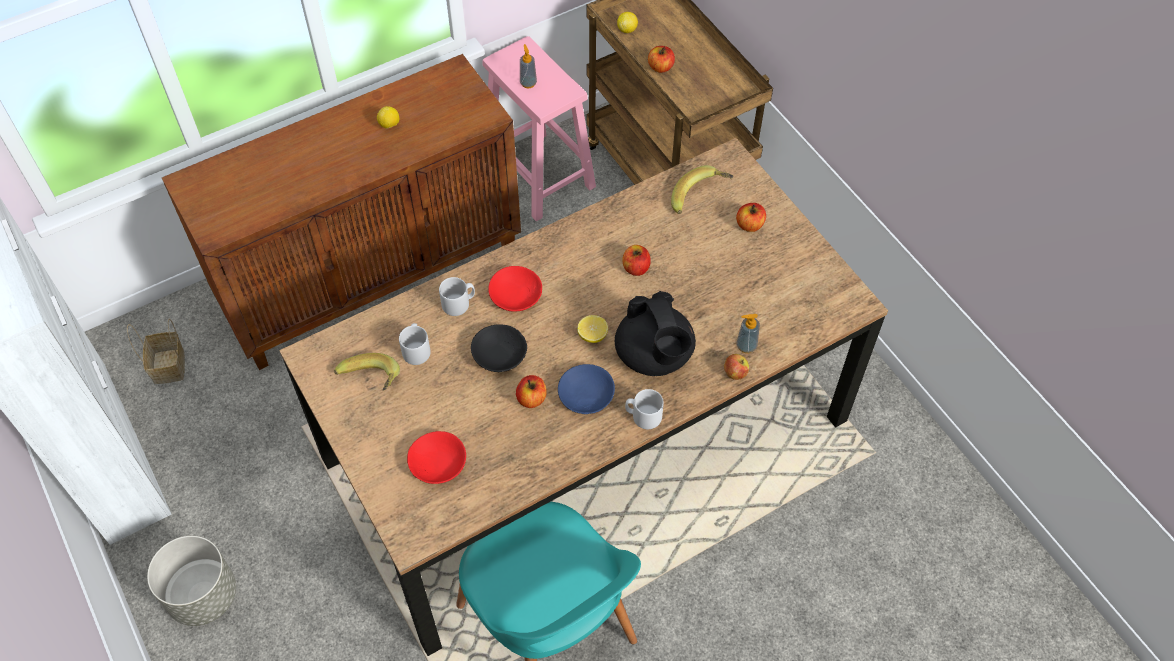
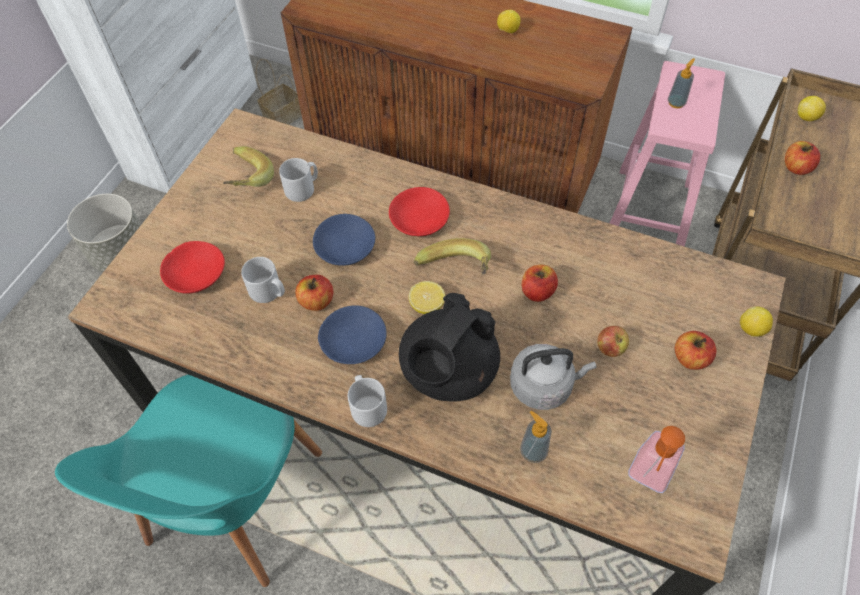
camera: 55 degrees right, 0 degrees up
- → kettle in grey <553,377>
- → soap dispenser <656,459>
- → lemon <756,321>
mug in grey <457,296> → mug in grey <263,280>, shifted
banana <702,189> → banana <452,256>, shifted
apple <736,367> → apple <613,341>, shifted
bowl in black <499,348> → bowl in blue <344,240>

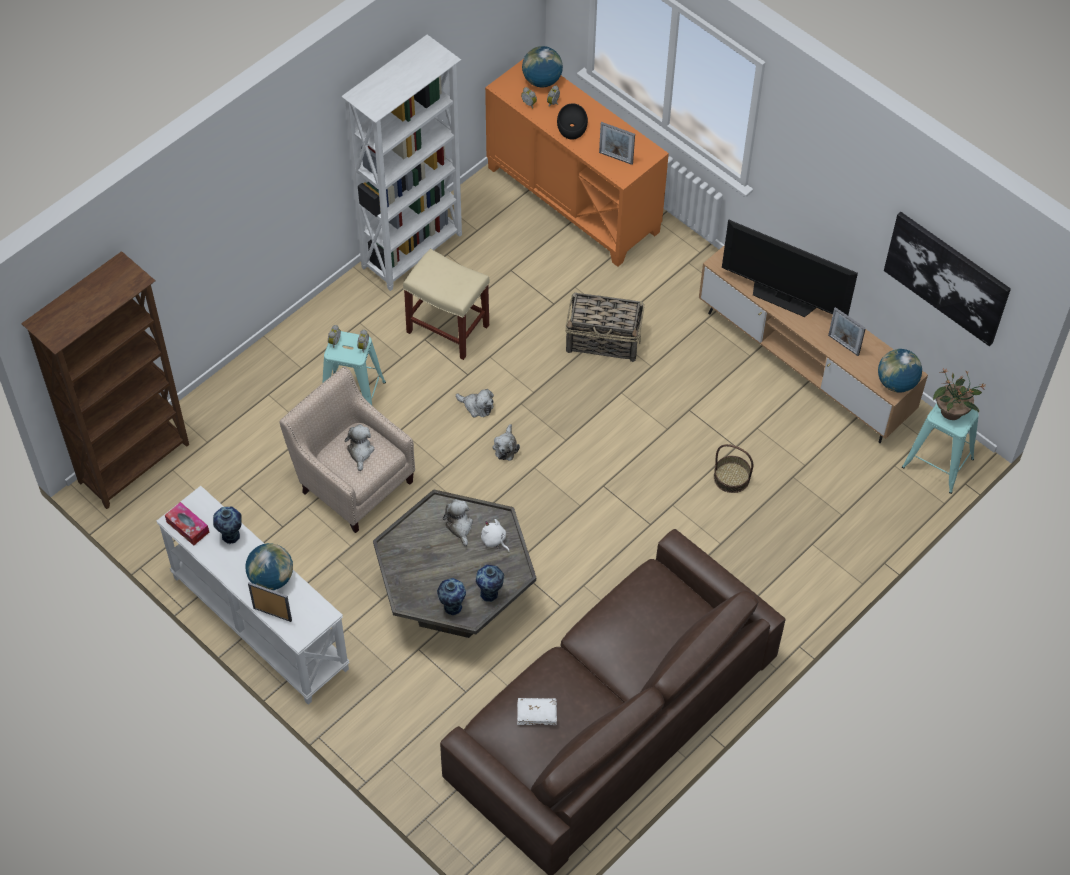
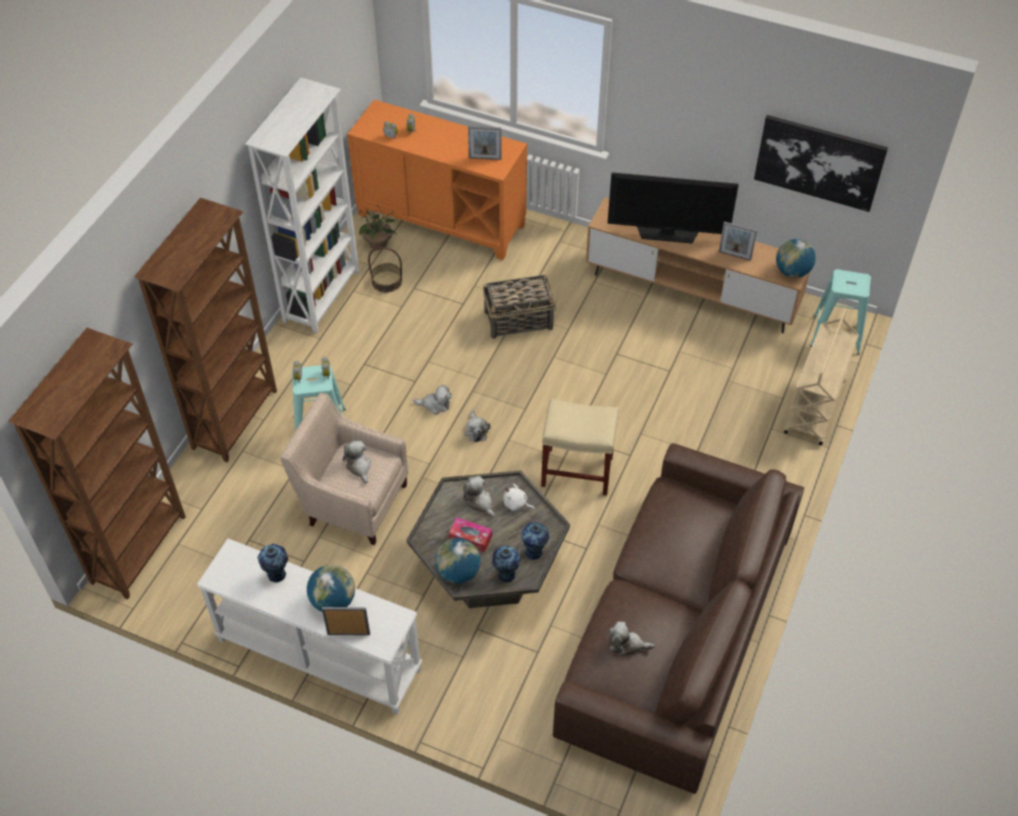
camera: 20 degrees left, 5 degrees down
bowl in black <572,121> → -
- → bookcase in brown <205,330>
- → cart in beige <821,377>
tissue box <187,523> → tissue box <470,534>, shifted
stool in beige <446,304> → stool in beige <580,447>, shifted
globe <542,66> → globe <458,561>, shifted
basket <733,468> → basket <385,270>, shifted
potted plant <959,394> → potted plant <378,227>, shifted
book in white <537,711> → plush toy <631,639>

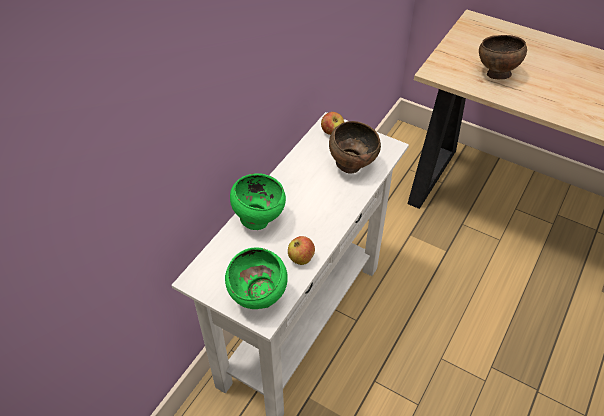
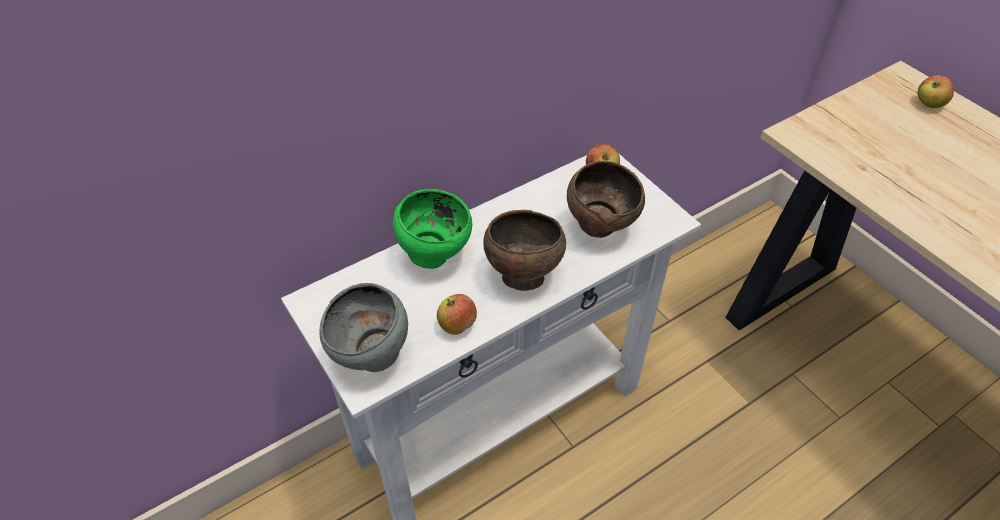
camera: 25 degrees right, 0 degrees up
- → apple <935,91>
bowl in brown <503,57> → bowl in brown <524,250>, shifted
bowl in green <256,278> → bowl in grey <363,327>

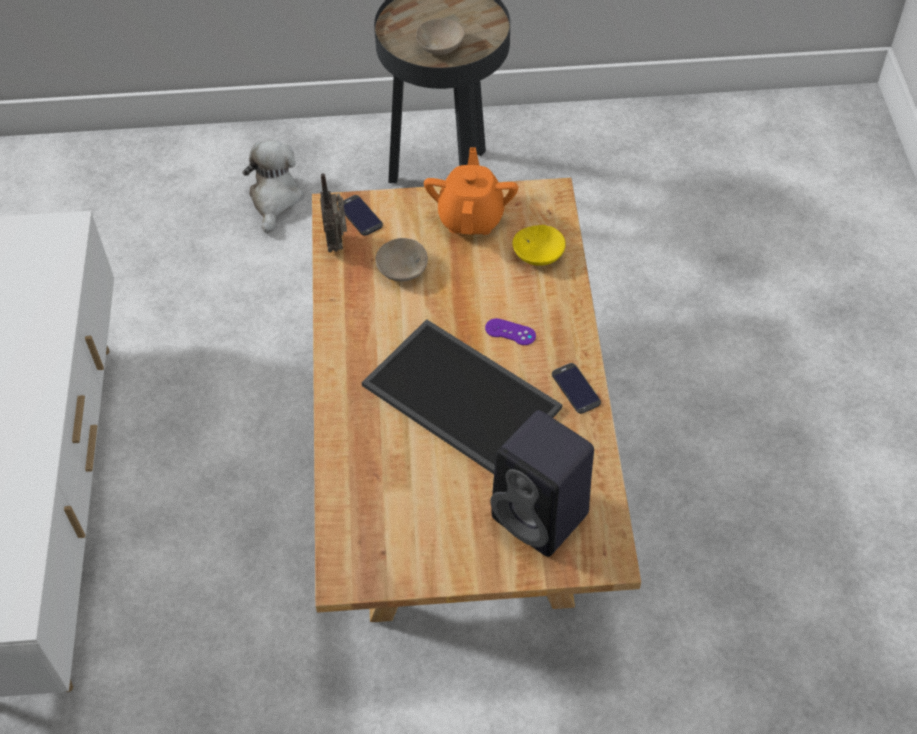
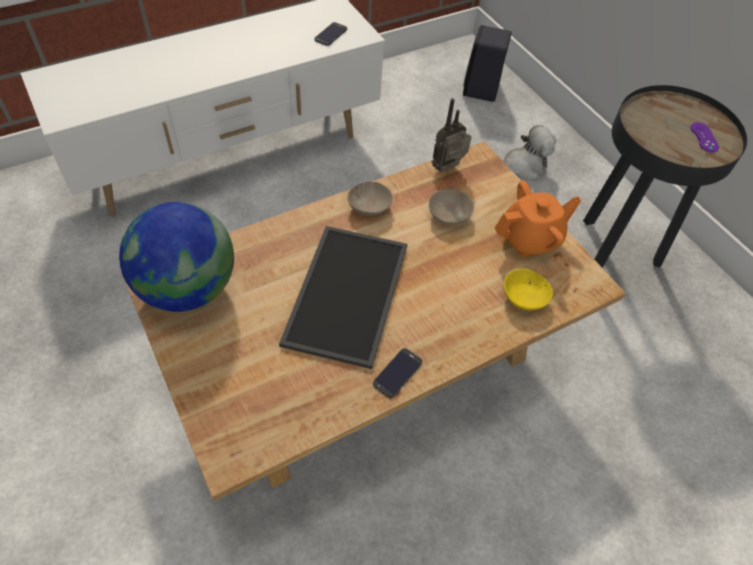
camera: 60 degrees right, 0 degrees up
- → globe <176,257>
phone <363,215> → phone <330,34>, shifted
bowl in beige <440,36> → bowl in beige <369,198>, shifted
game controller in purple <510,331> → game controller in purple <704,137>, shifted
speaker in black <542,483> → speaker in black <487,63>, shifted

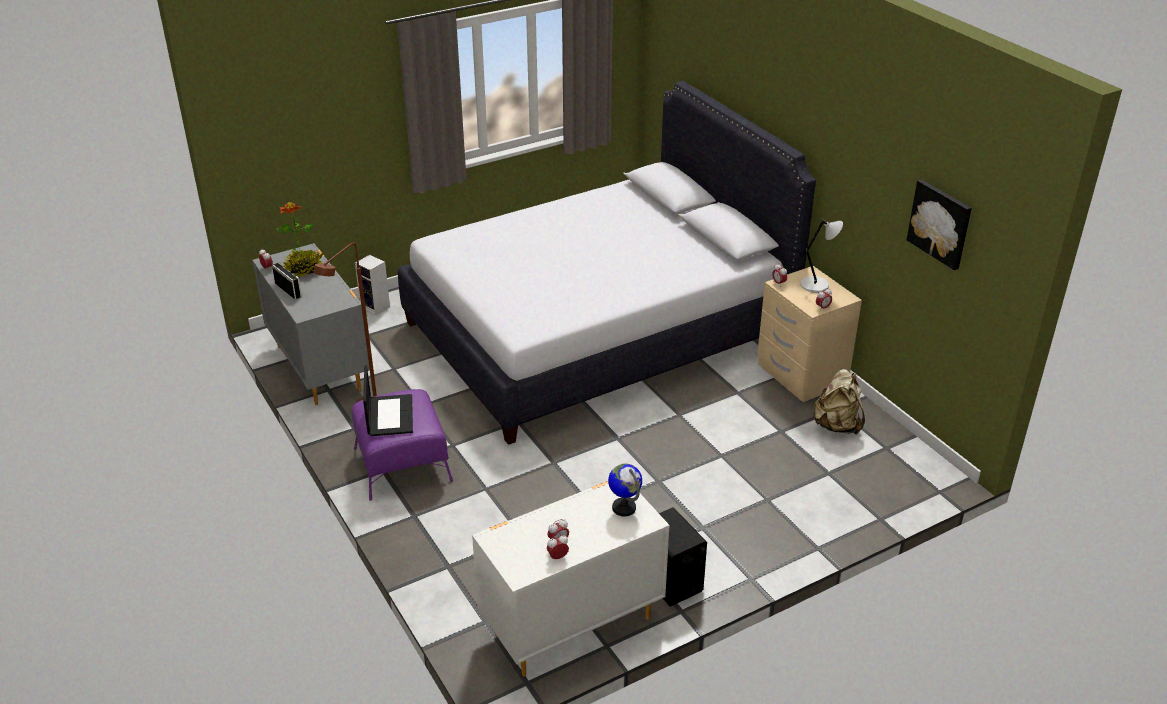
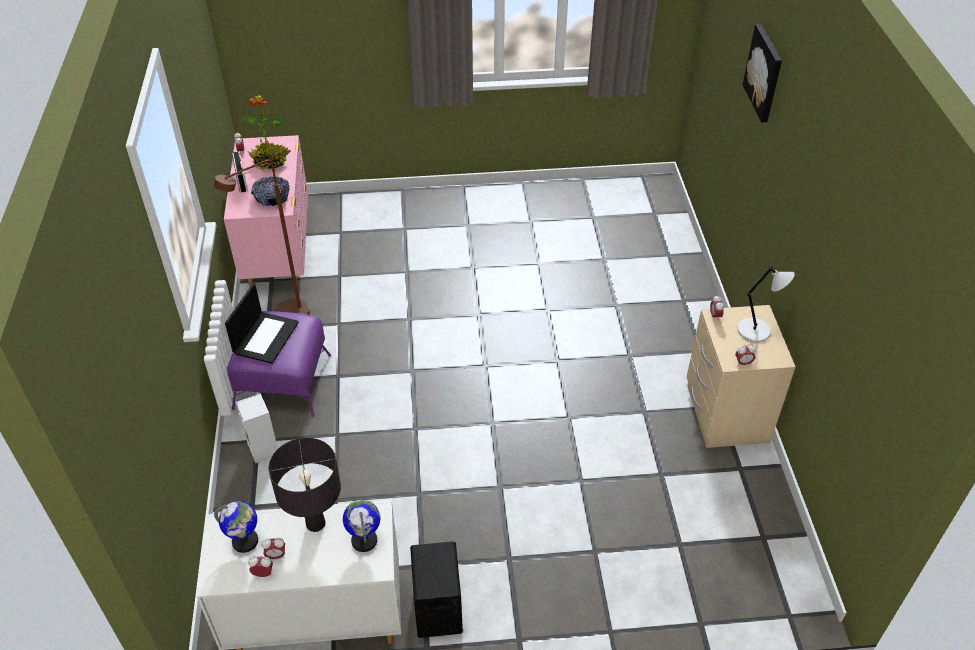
camera: 25 degrees right, 10 degrees up
bed in white <607,263> → -
backpack in beige <838,401> → -
- → globe <236,527>
- → bowl <270,191>
- → table lamp in black <305,485>
speaker <372,285> → speaker <257,428>, shifted
picture <939,224> → picture <762,73>, shifted
dresser in grey <311,324> → dresser in pink <266,211>

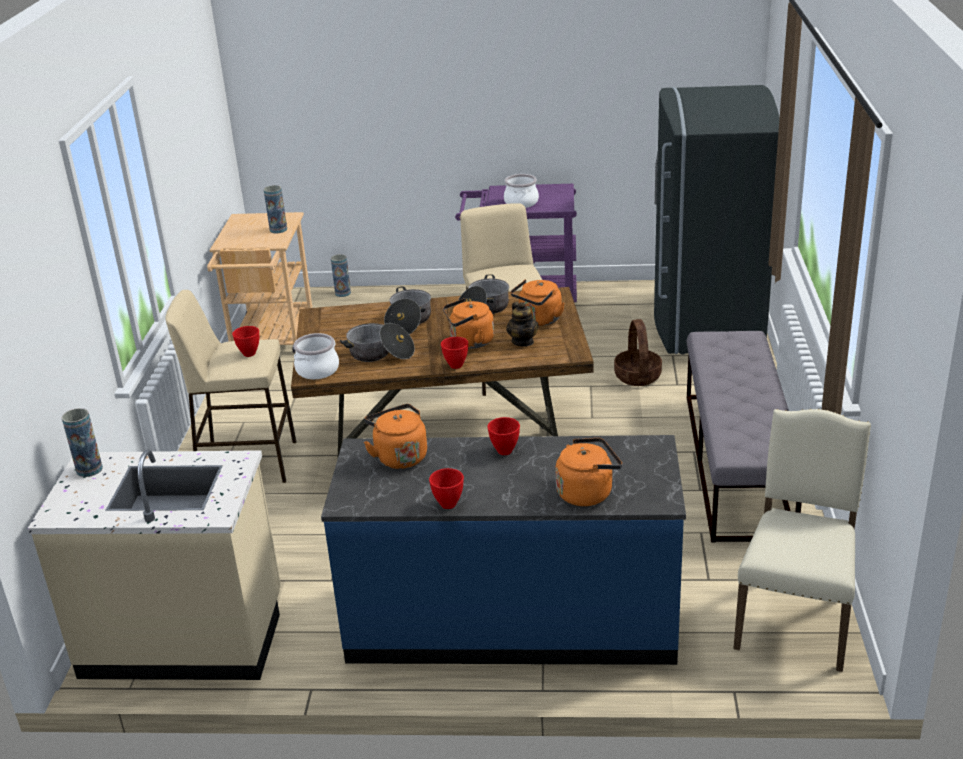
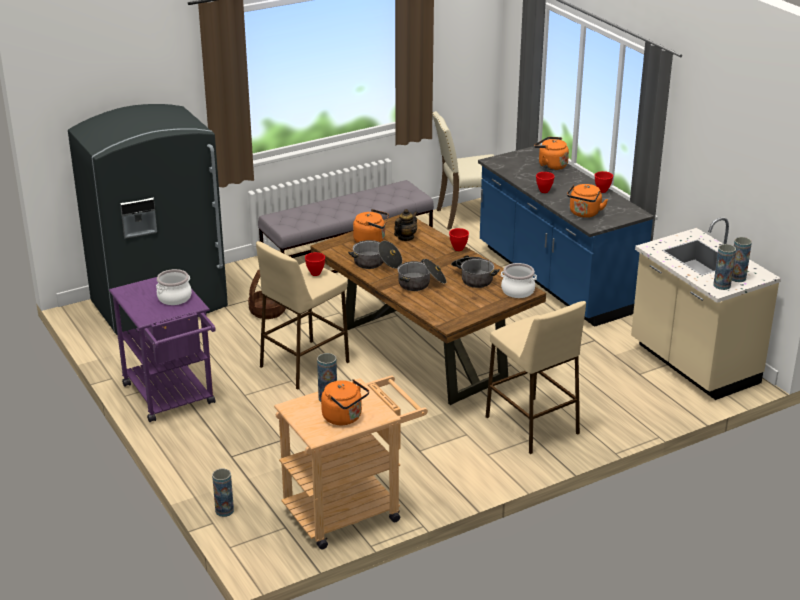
camera: 125 degrees left, 0 degrees up
- → vase <742,259>
bowl in red <245,341> → bowl in red <315,264>, shifted
kettle in orange <468,323> → kettle in orange <345,402>, shifted

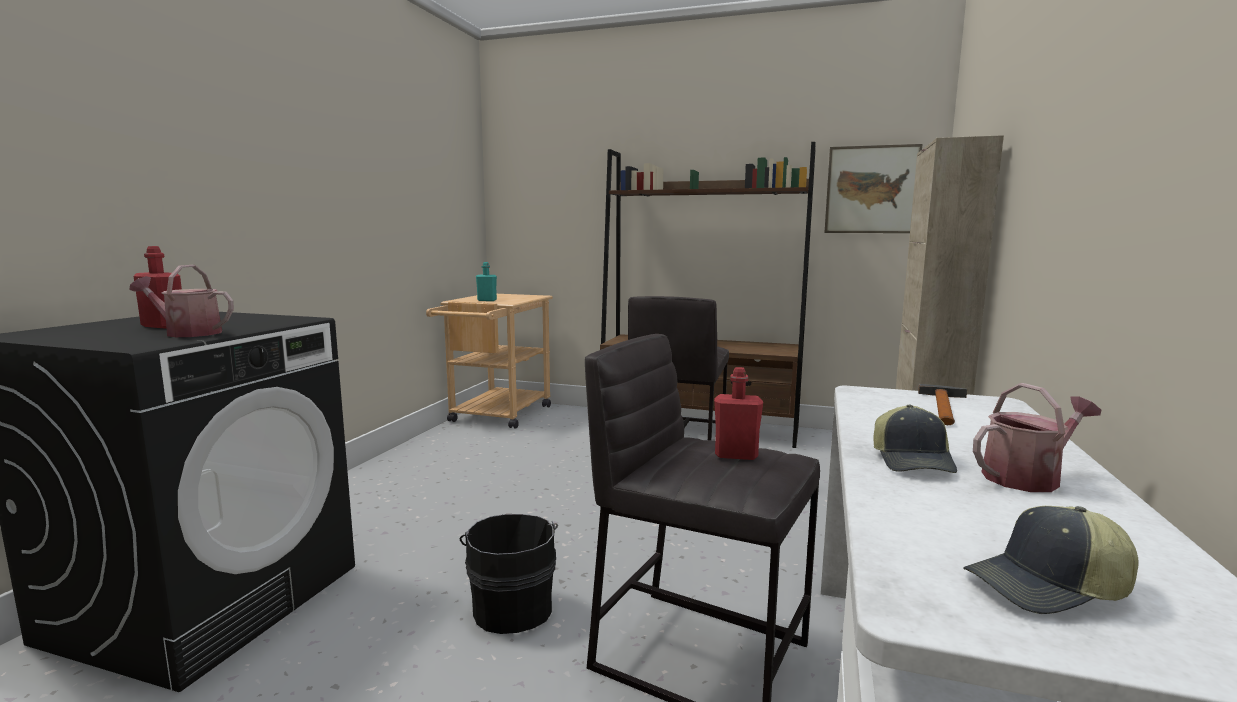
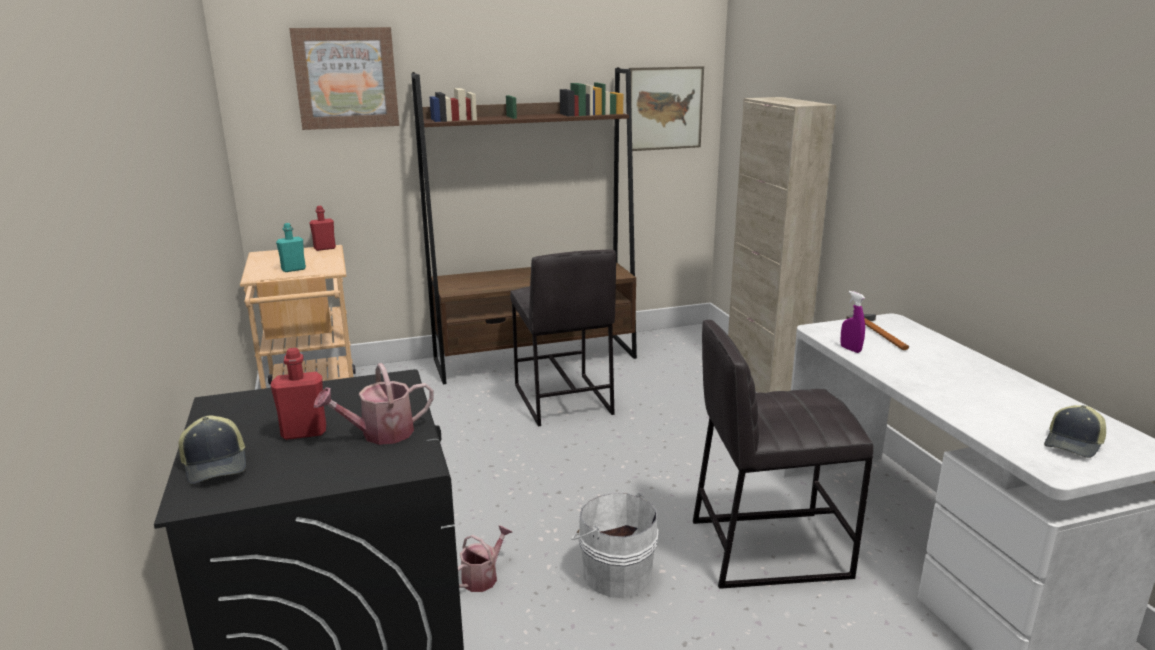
camera: 35 degrees left, 10 degrees up
- → picture <344,78>
- → spray bottle in purple <852,322>
bottle in red <738,413> → bottle in red <322,228>, shifted
cap <915,438> → cap <212,450>, shifted
watering can <1037,437> → watering can <485,558>, shifted
bucket in black <509,574> → bucket in white <614,545>

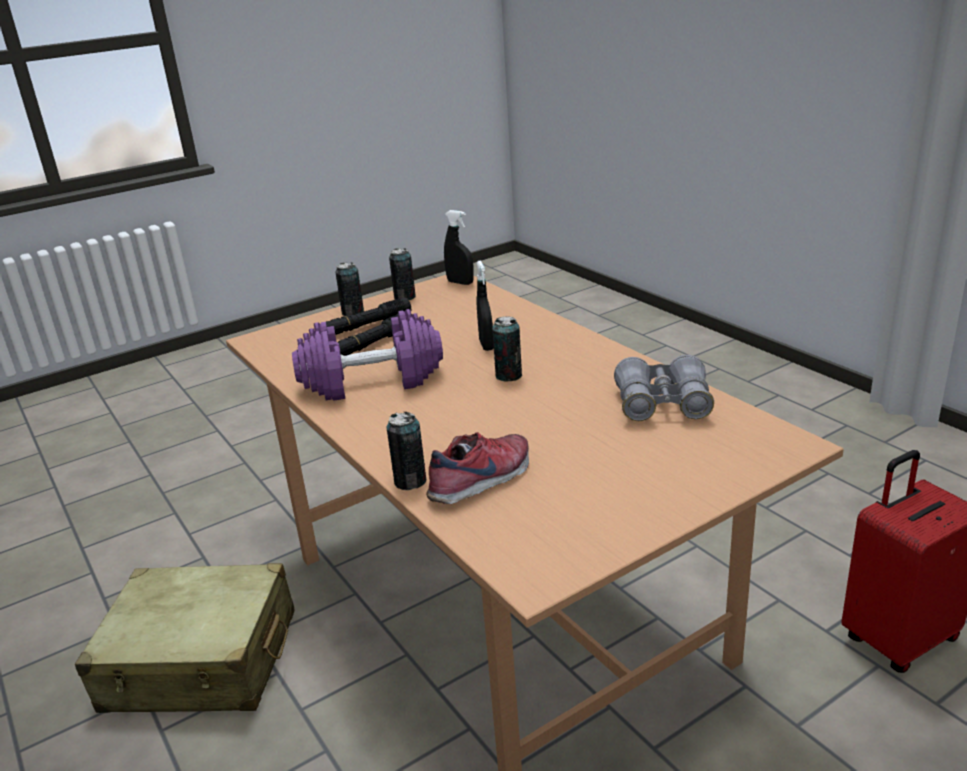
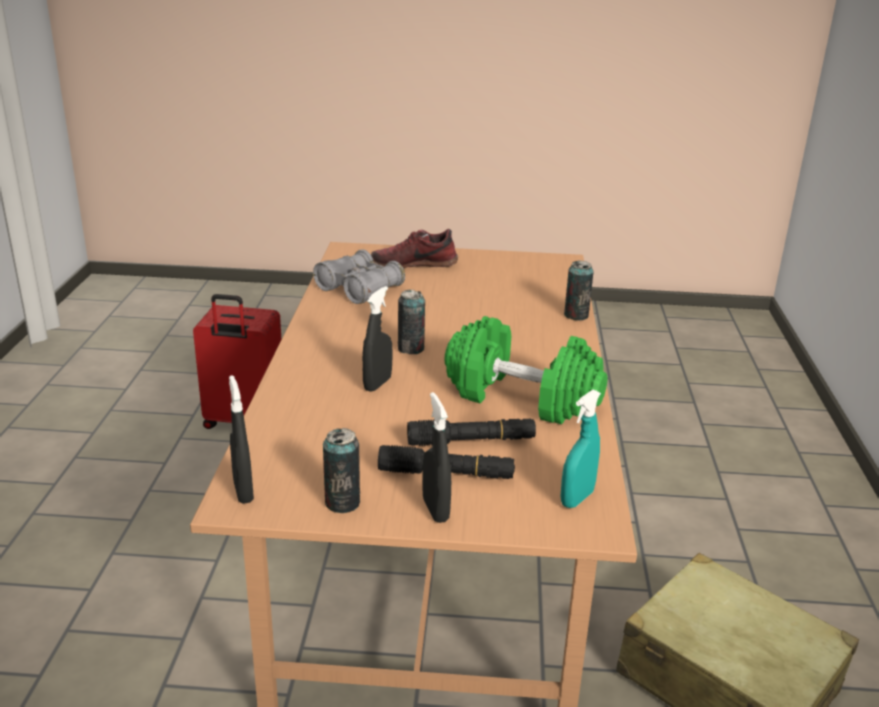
camera: 145 degrees left, 0 degrees up
- → spray bottle in turquoise <581,449>
shoe <477,468> → shoe <414,248>, shifted
can <349,289> → spray bottle in black <436,457>
dumbbell in purple <367,355> → dumbbell in green <526,370>

